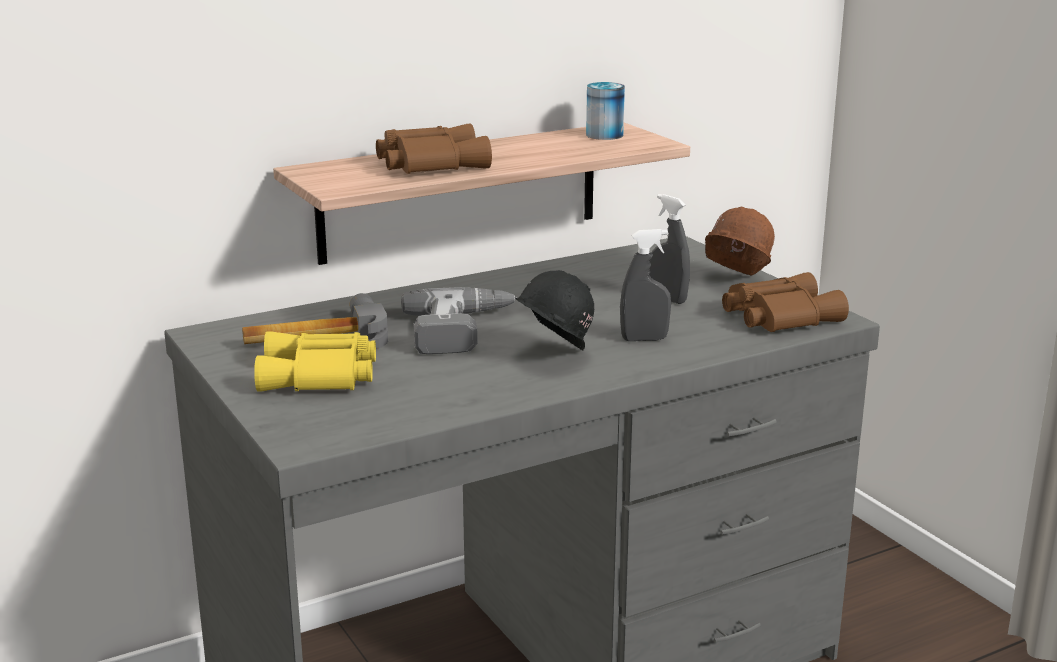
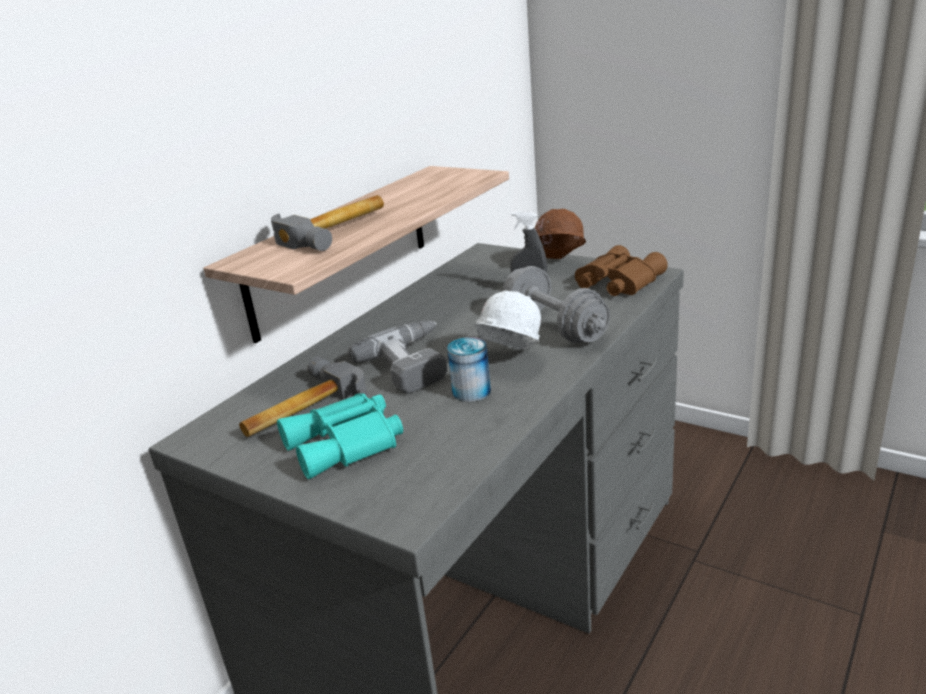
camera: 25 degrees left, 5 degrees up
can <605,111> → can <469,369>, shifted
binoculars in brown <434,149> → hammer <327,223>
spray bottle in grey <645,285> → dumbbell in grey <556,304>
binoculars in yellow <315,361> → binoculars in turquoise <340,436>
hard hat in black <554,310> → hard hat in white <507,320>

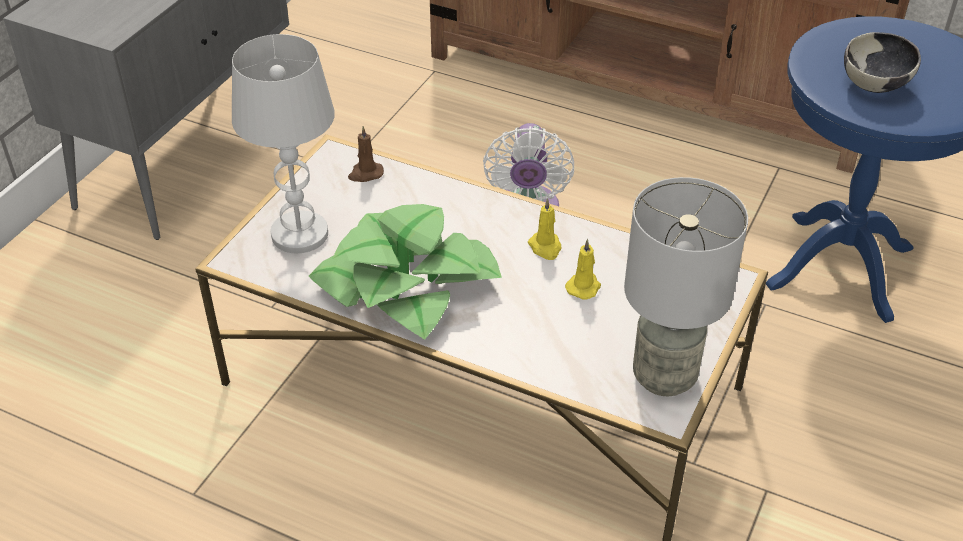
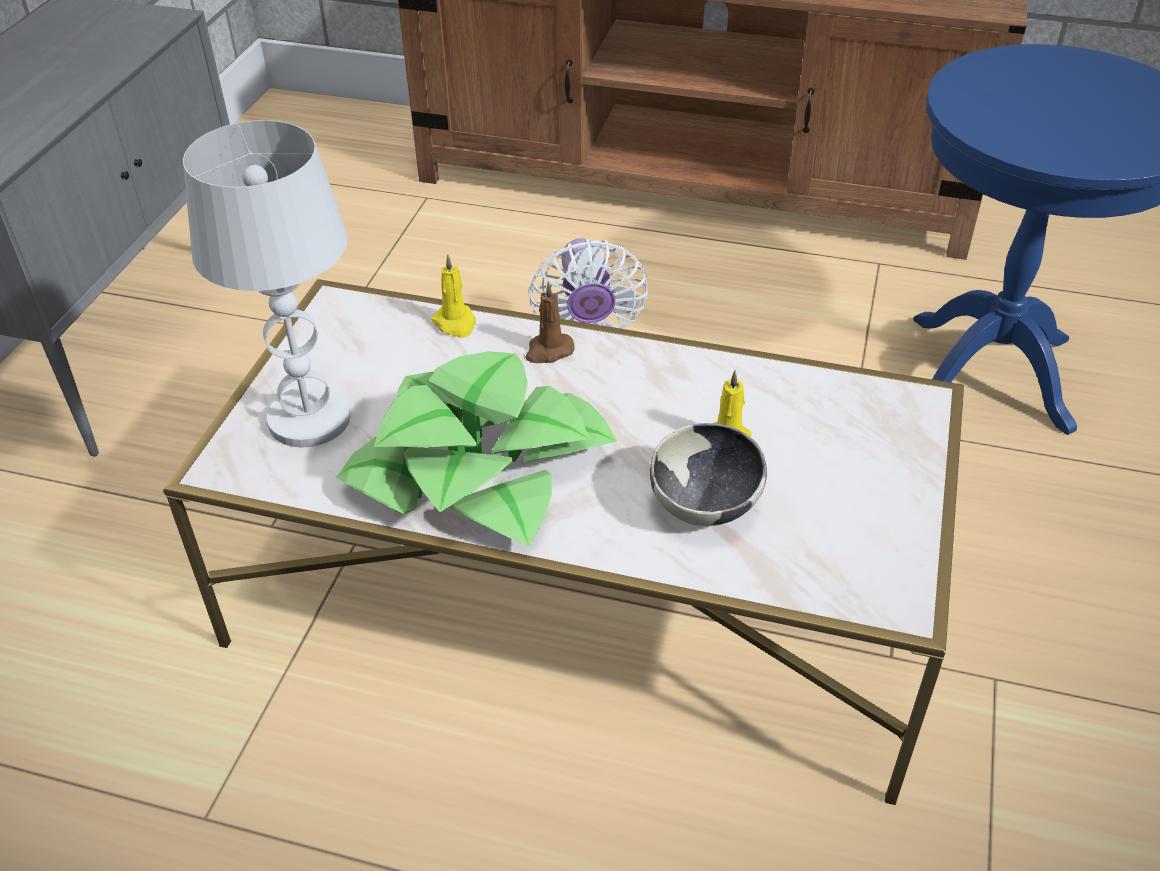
camera: 10 degrees left, 0 degrees up
table lamp in grey <686,286> → -
candle in brown <366,154> → candle in brown <550,322>, shifted
candle in yellow <545,229> → candle in yellow <453,296>, shifted
bowl <882,62> → bowl <708,474>, shifted

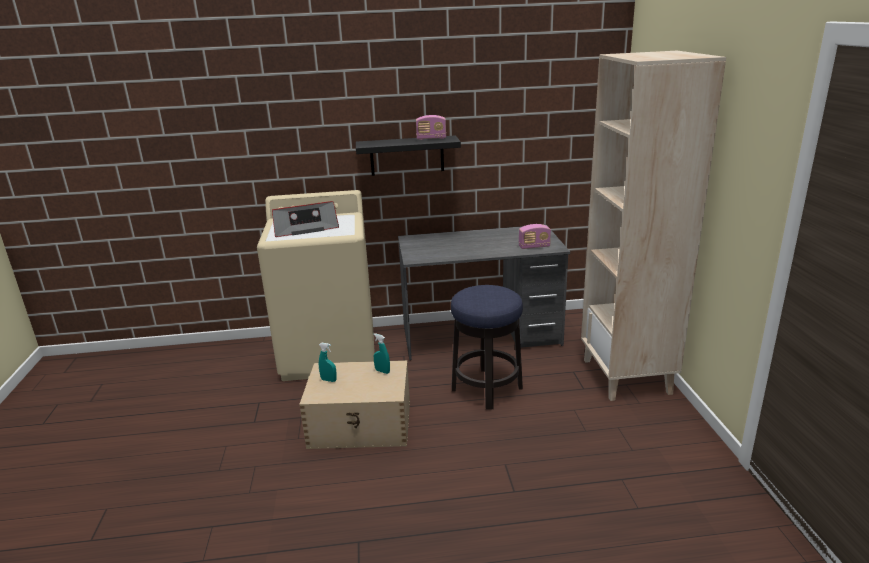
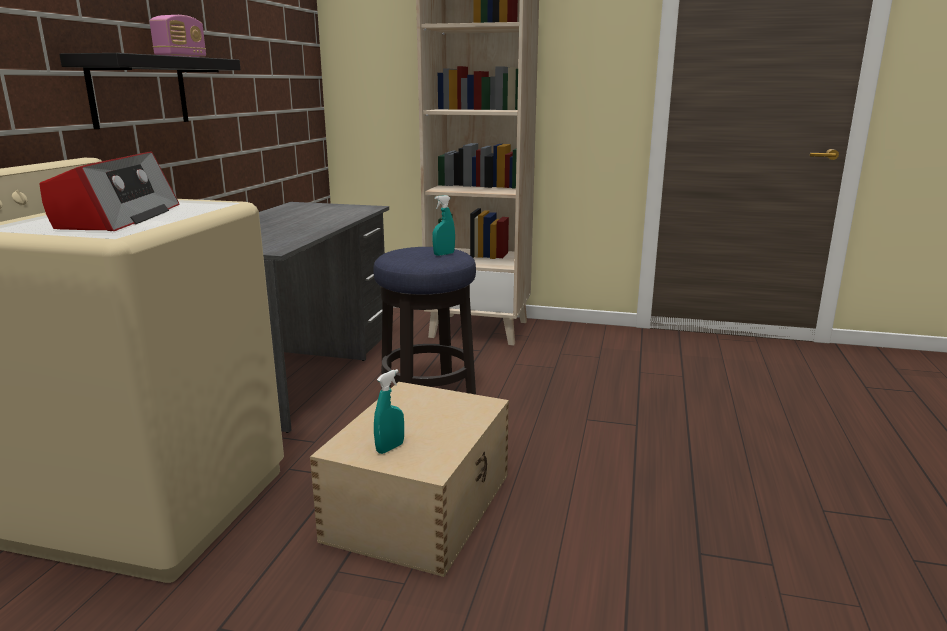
camera: 70 degrees left, 5 degrees down
radio <535,236> → -
spray bottle in turquoise <381,353> → spray bottle in turquoise <443,225>, shifted

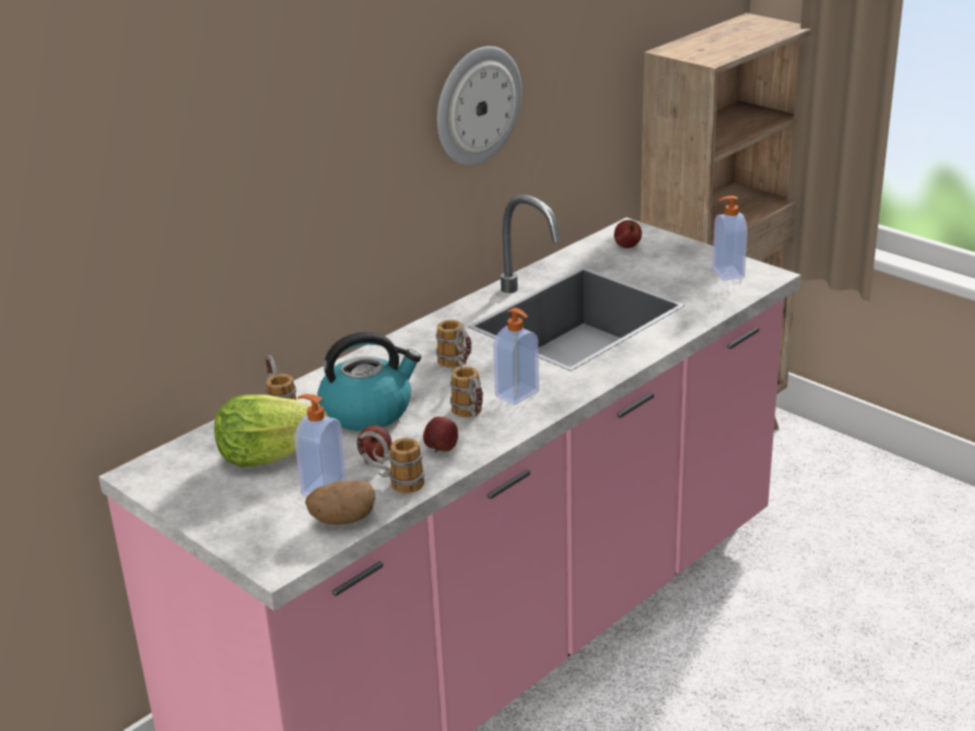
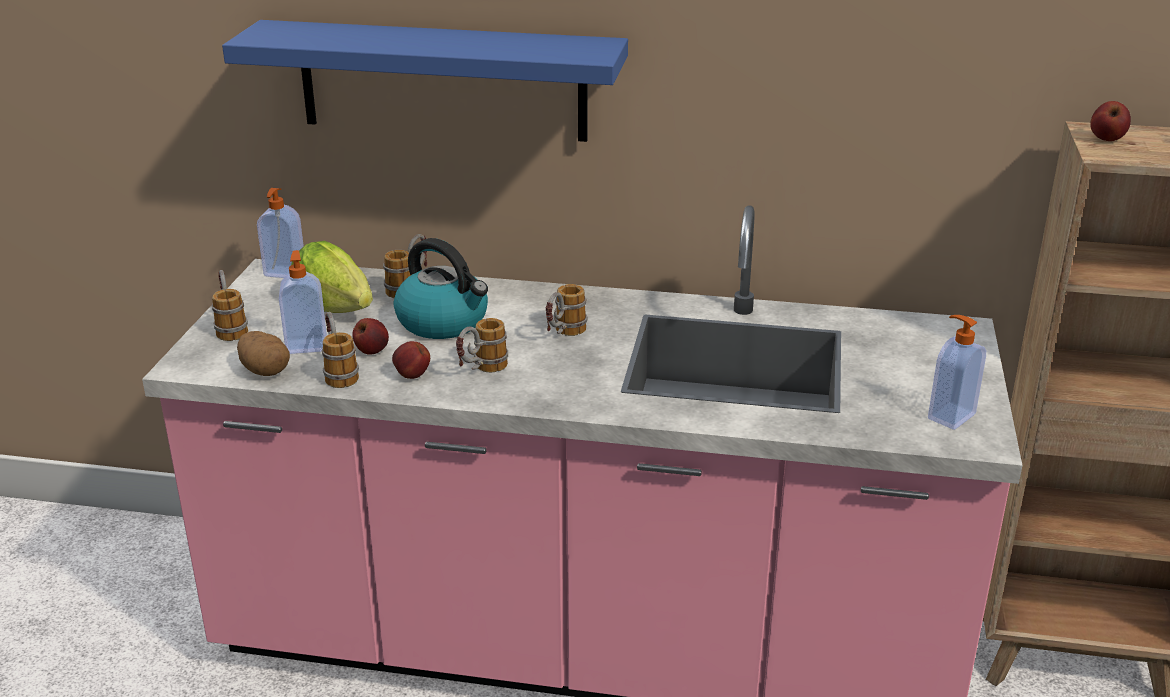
camera: 55 degrees right, 0 degrees up
wall clock <479,105> → -
- → mug <230,305>
- → shelf in blue <425,81>
soap dispenser <516,356> → soap dispenser <280,233>, shifted
apple <628,234> → apple <1110,121>, shifted

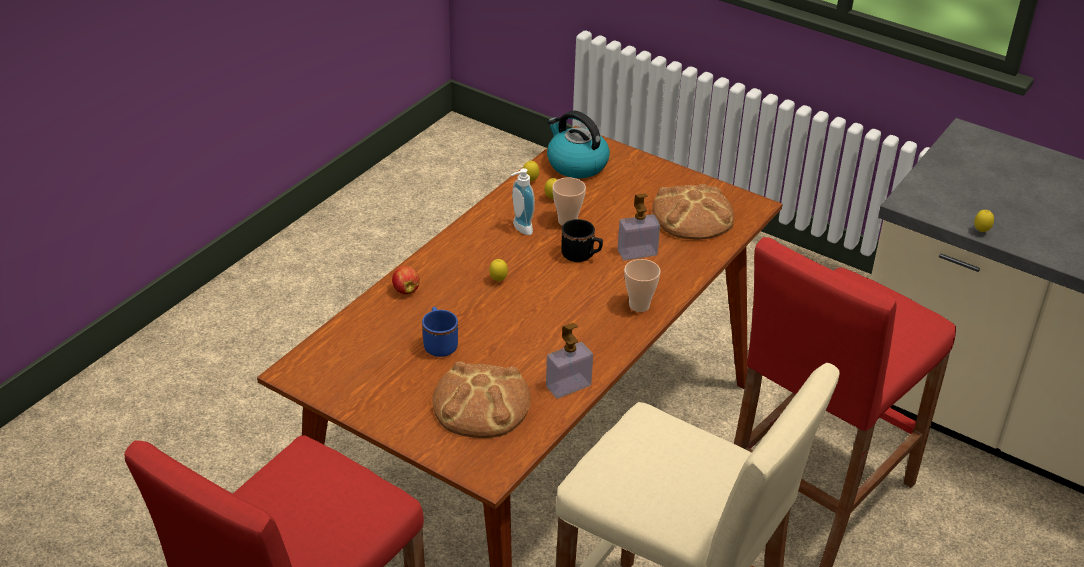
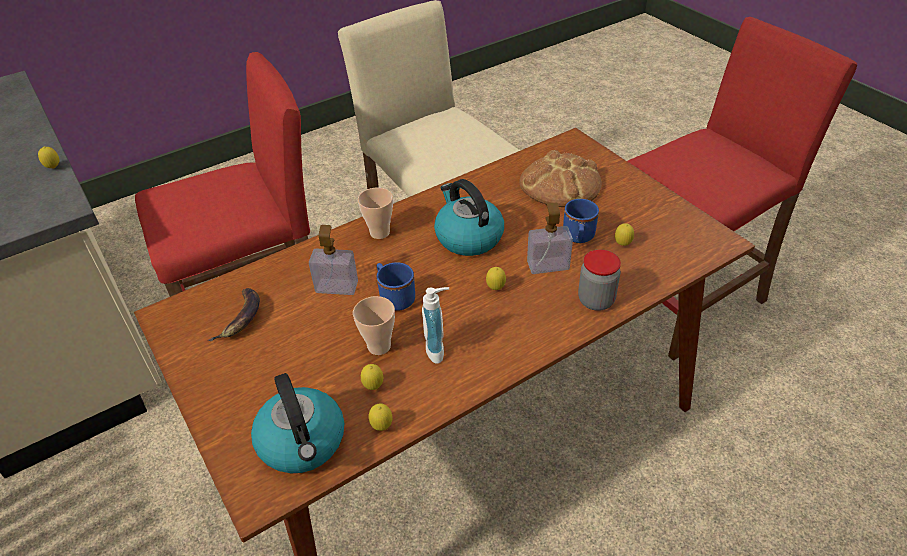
camera: 155 degrees left, 5 degrees up
- → kettle <469,217>
- → lemon <624,234>
soap dispenser <569,361> → soap dispenser <550,238>, shifted
apple <406,280> → jar <599,280>
bread <693,212> → banana <234,314>
mug in black <582,240> → mug in blue <396,286>

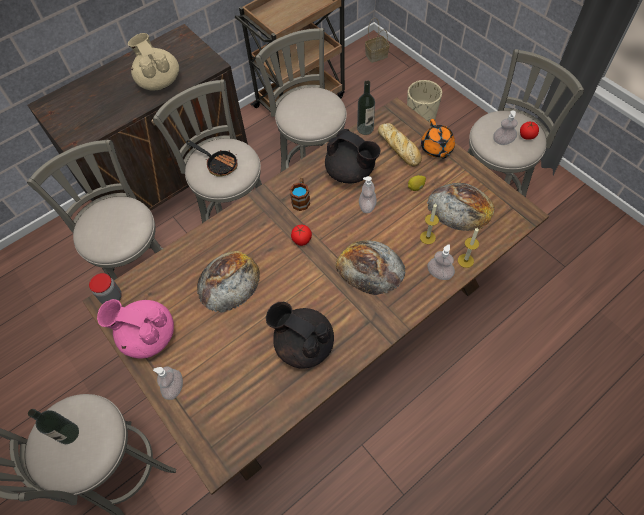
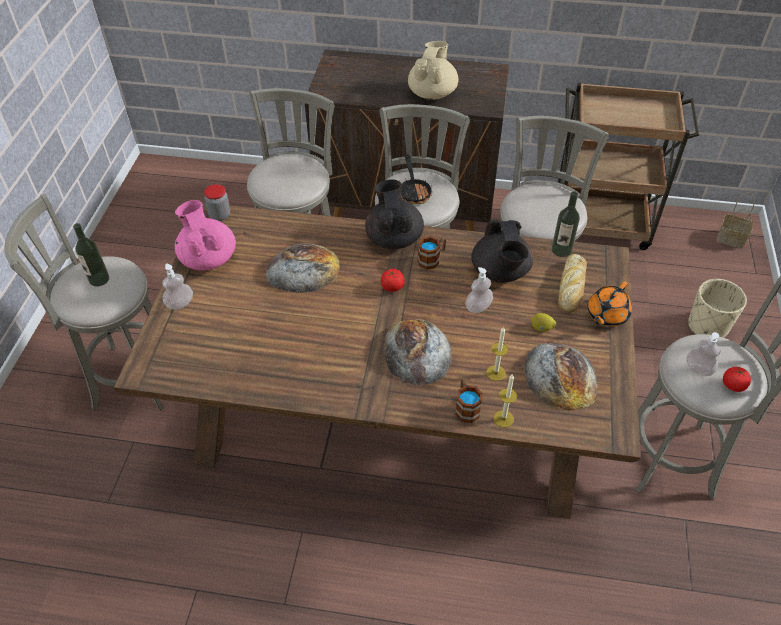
camera: 45 degrees right, 10 degrees down
teapot in black <300,335> → teapot in black <394,214>, shifted
soap dispenser <441,262> → mug <469,401>

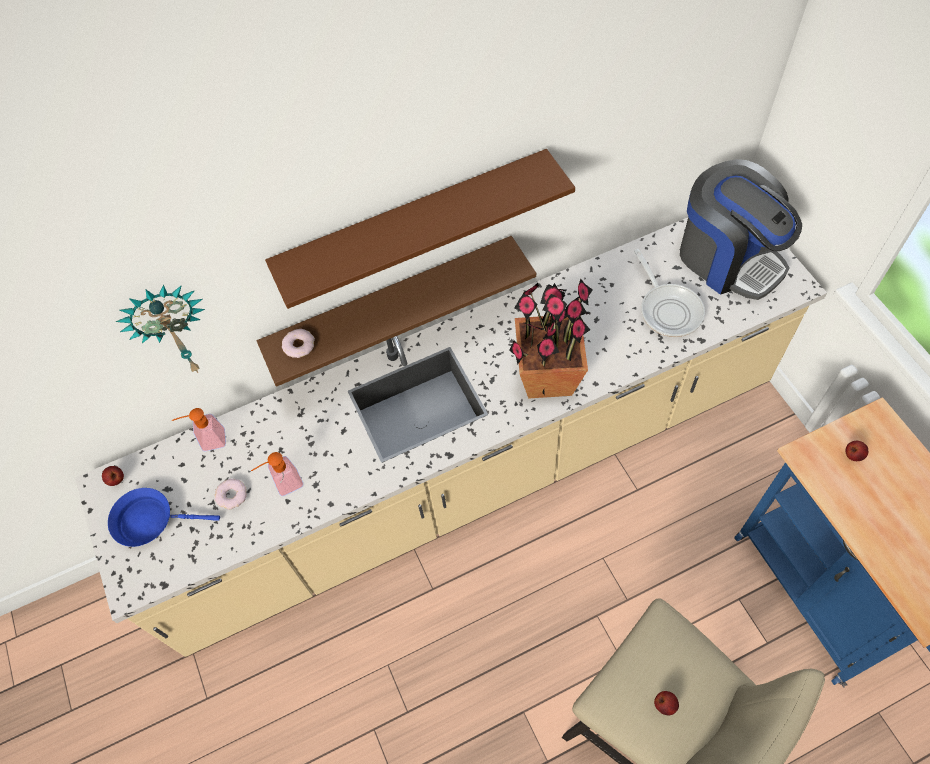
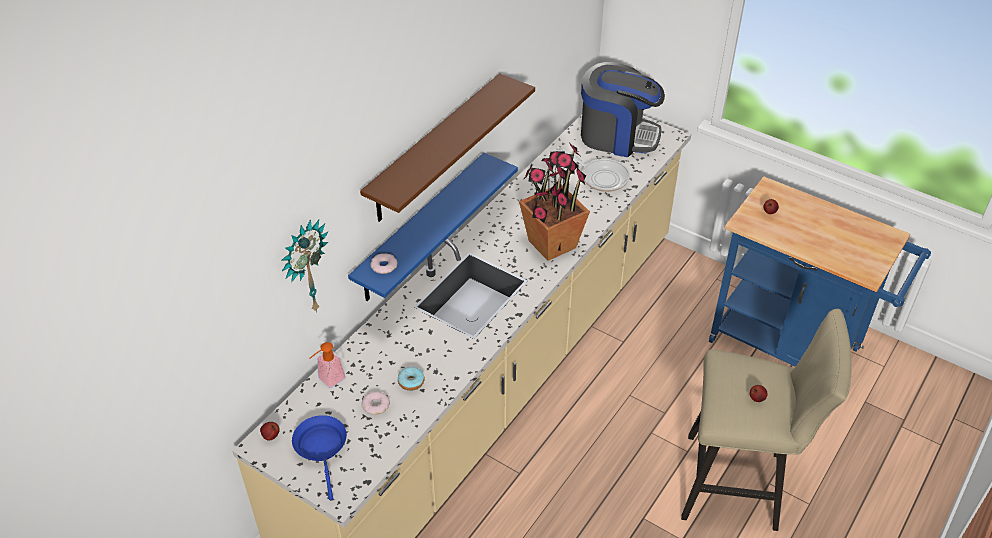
camera: 35 degrees left, 15 degrees down
soap dispenser <277,474> → donut <411,379>
shelf in brown <396,311> → shelf in blue <433,227>
frying pan in blue <164,517> → frying pan in blue <319,457>, 105 degrees clockwise

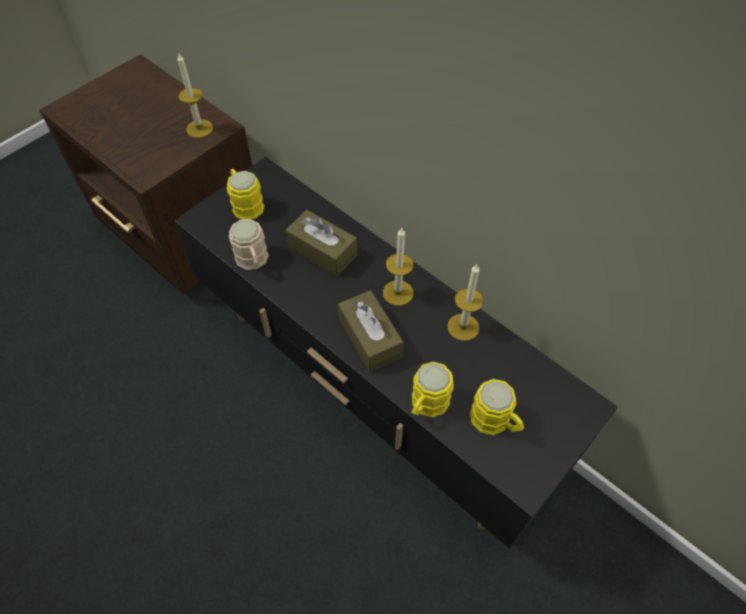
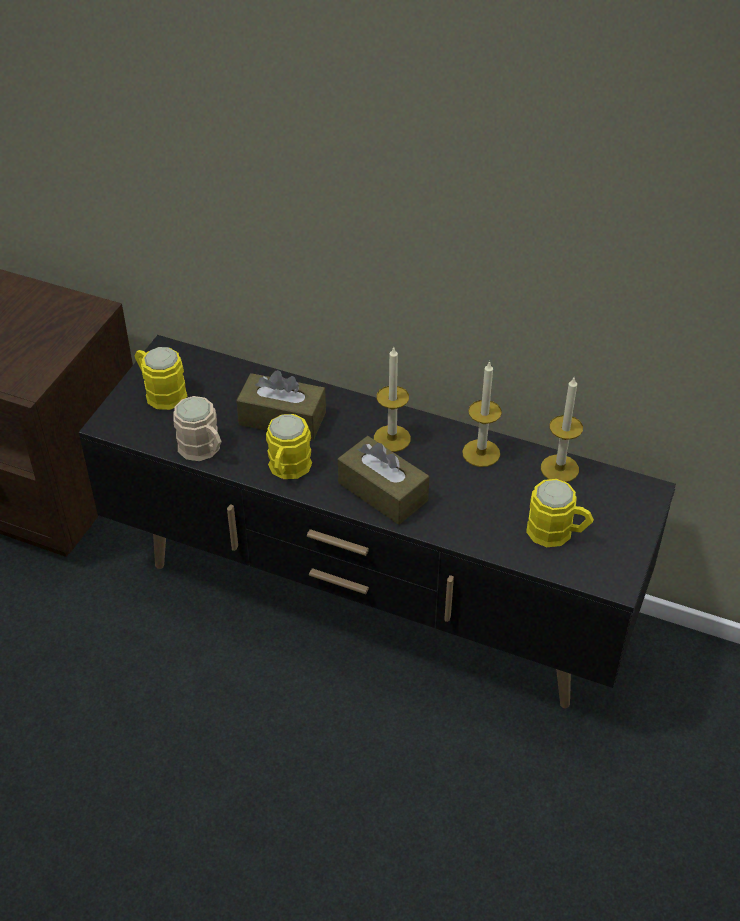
camera: 20 degrees left, 10 degrees down
candle <195,95> → candle <562,429>, shifted
mug in yellow <433,389> → mug in yellow <289,446>, shifted

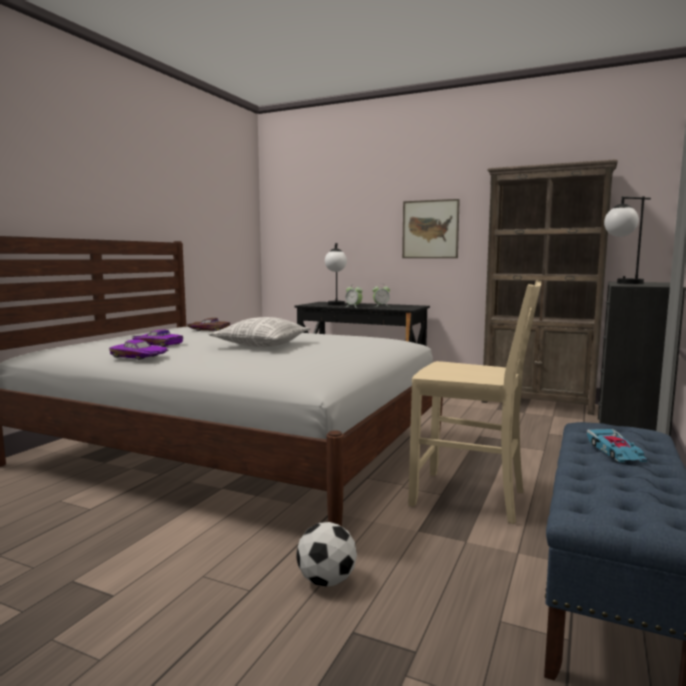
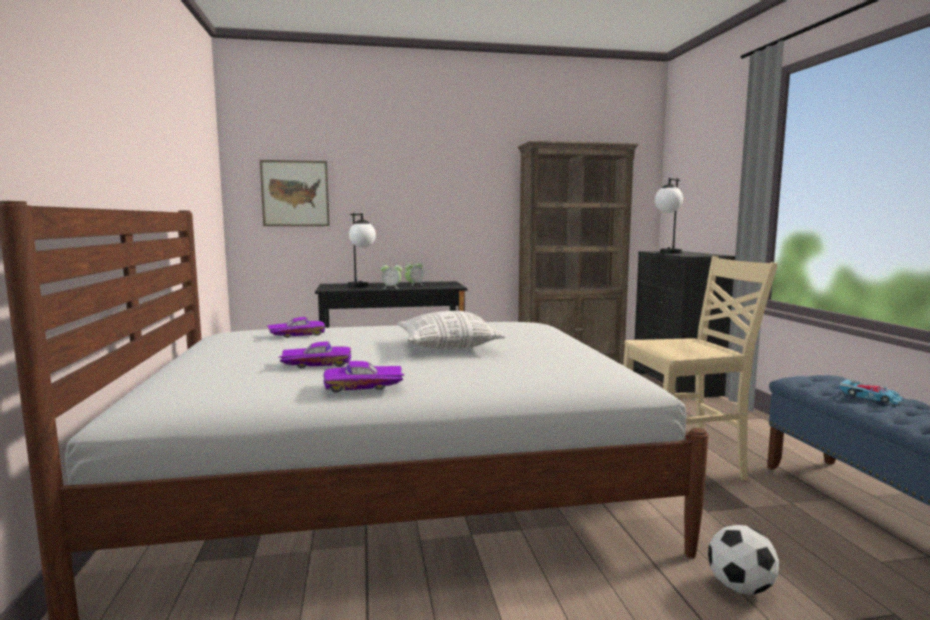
camera: 35 degrees left, 0 degrees up
picture <431,228> → picture <295,193>, shifted
toy car in brown <208,324> → toy car in purple <296,327>

